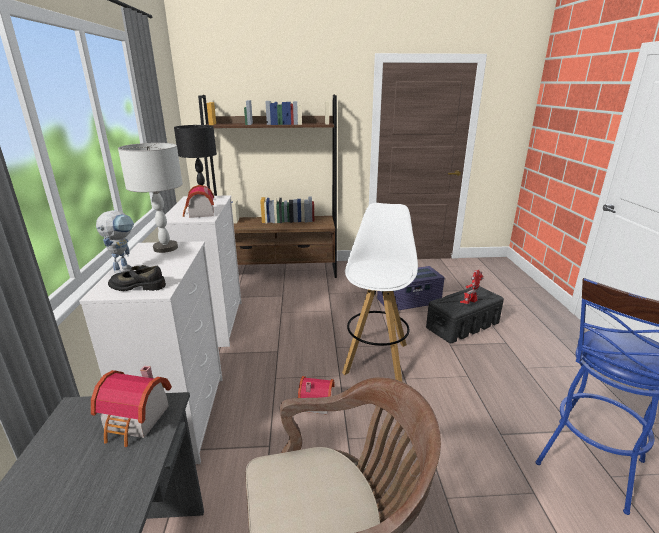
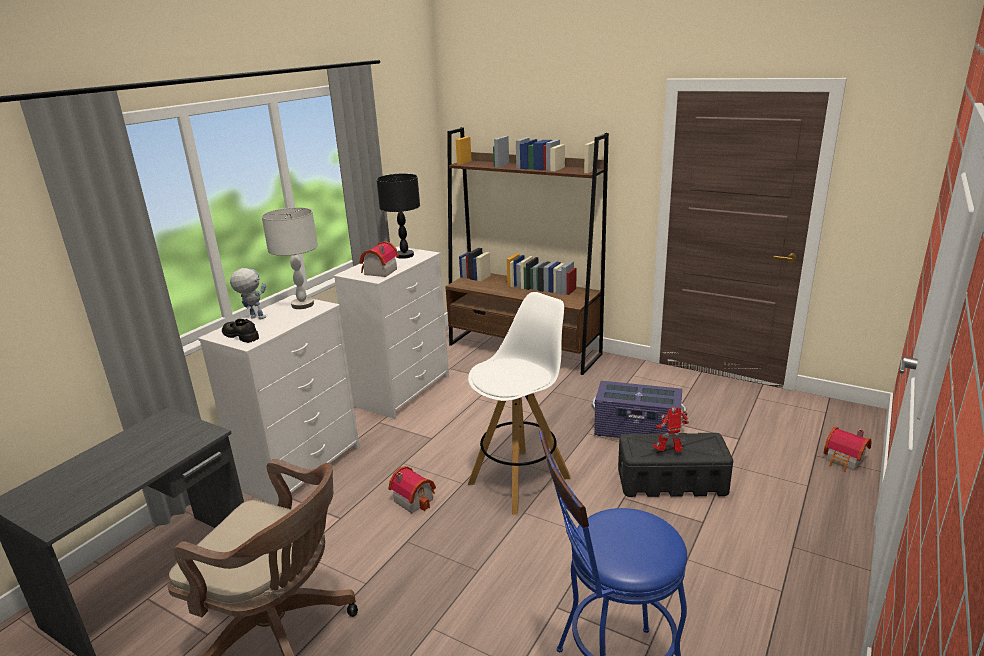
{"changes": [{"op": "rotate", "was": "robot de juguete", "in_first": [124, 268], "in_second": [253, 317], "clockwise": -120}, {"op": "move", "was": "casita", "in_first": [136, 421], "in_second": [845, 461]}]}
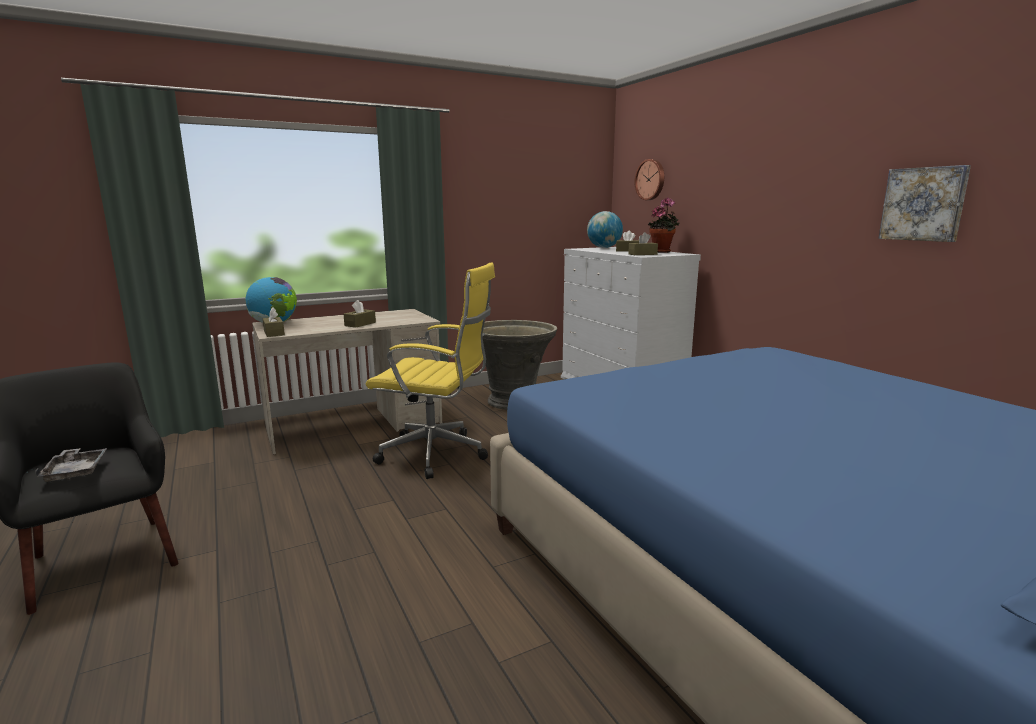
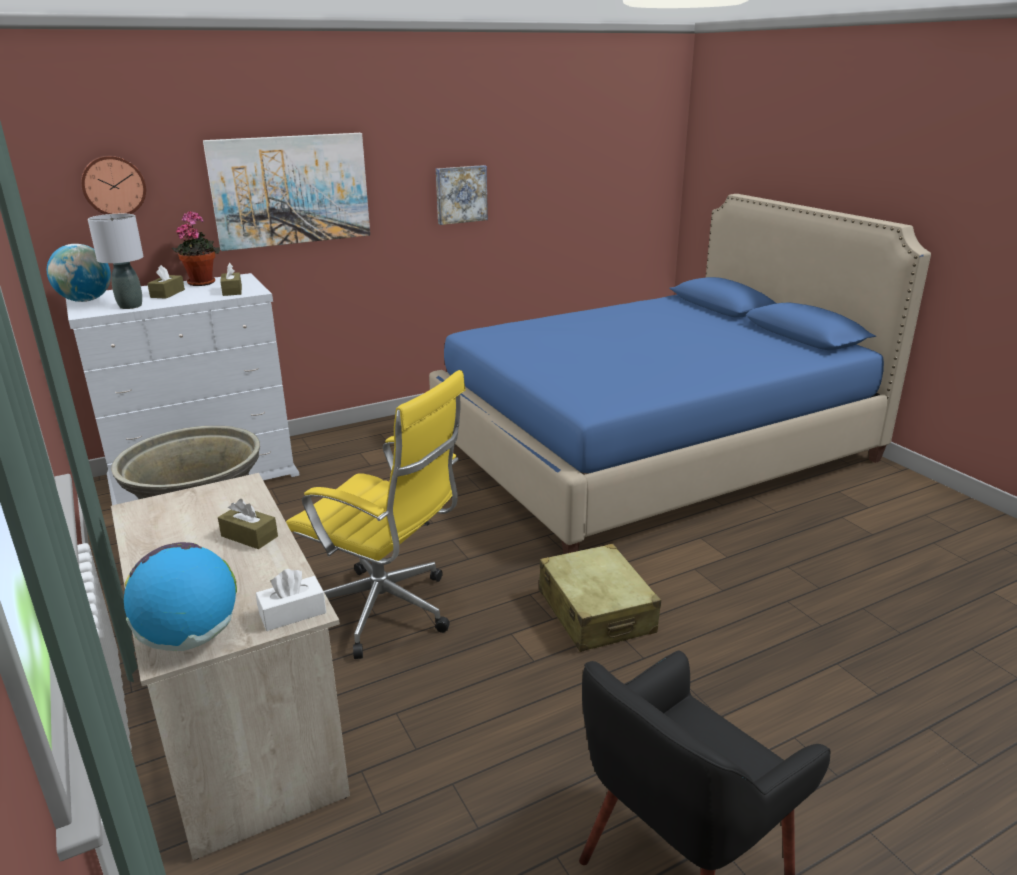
{"changes": [{"op": "rotate", "was": "silla de oficina/amarillo", "in_first": [438, 454], "in_second": [389, 612], "clockwise": 105}, {"op": "recolor", "was": "caja de pañuelos/marrón", "now": "caja de pañuelos/blanco", "in_first": [274, 333], "in_second": [292, 613]}, {"op": "delete", "was": "bandeja/gris", "in_first": [76, 471]}, {"op": "insert", "now": "cuadro", "in_second": [291, 190]}, {"op": "insert", "now": "lámpara de mesa/gris", "in_second": [130, 306]}, {"op": "insert", "now": "maleta/beis", "in_second": [596, 612]}]}
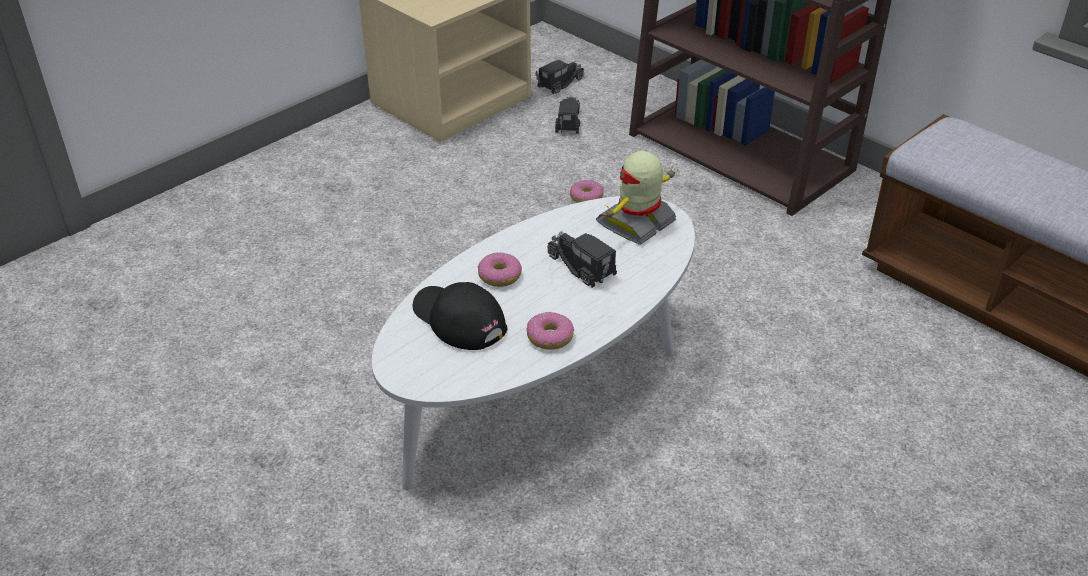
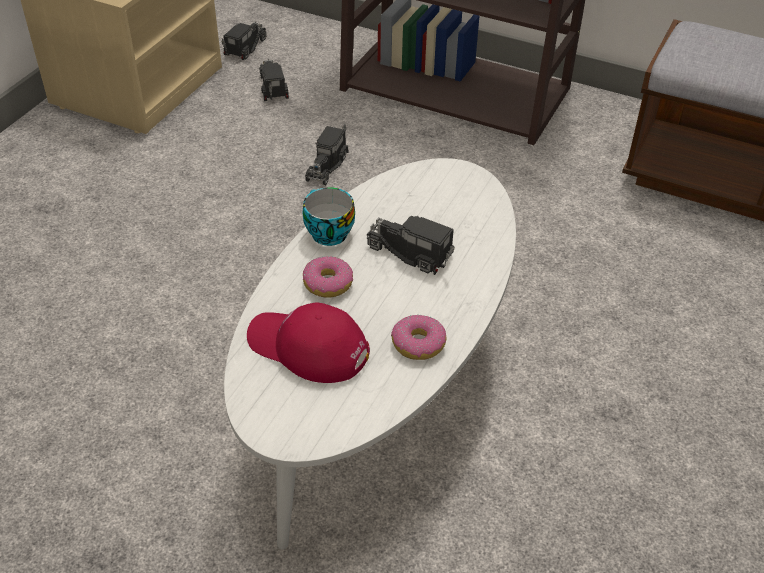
{"changes": [{"op": "delete", "was": "robot de juguete", "in_first": [637, 223]}, {"op": "replace", "was": "rosquilla", "now": "camión de juguete", "in_first": [586, 197], "in_second": [327, 165]}, {"op": "recolor", "was": "gorra/negro", "now": "gorra/rojo", "in_first": [458, 320], "in_second": [307, 347]}, {"op": "insert", "now": "taza", "in_second": [326, 233]}]}
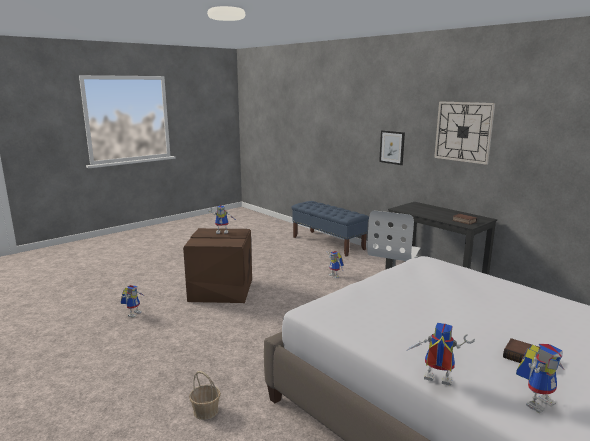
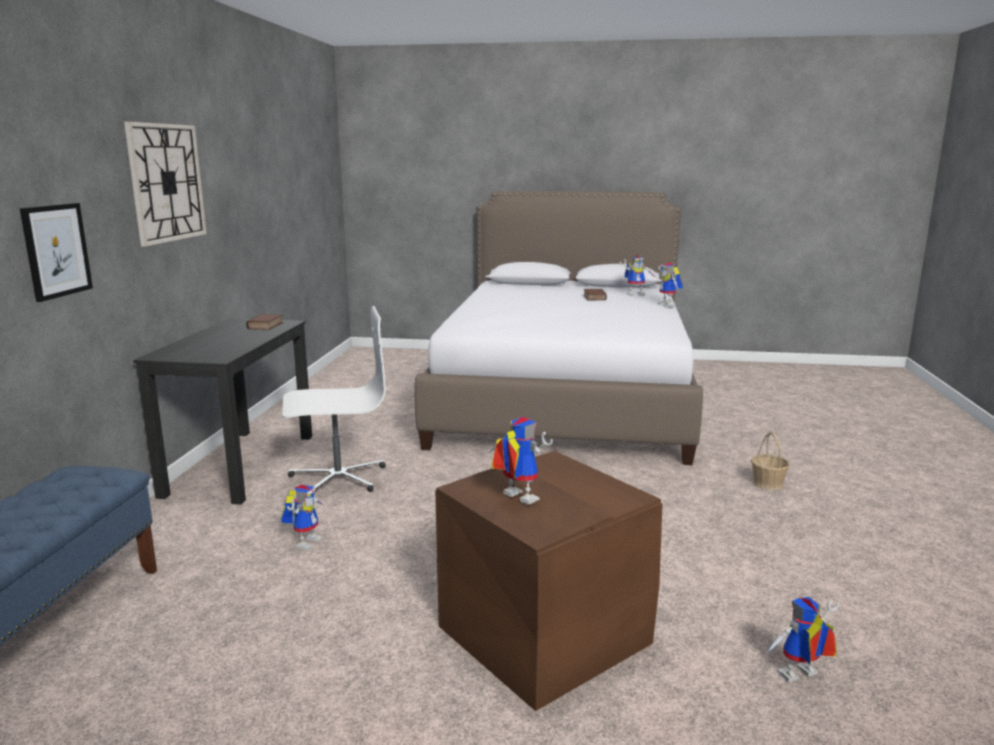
{"changes": [{"op": "rotate", "was": "robot de juguete", "in_first": [537, 401], "in_second": [636, 294], "clockwise": 150}]}
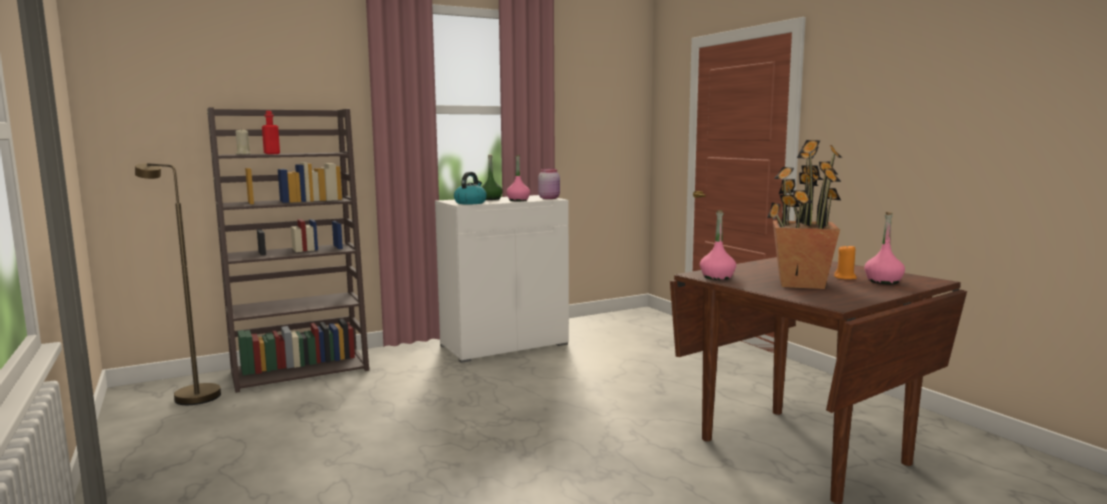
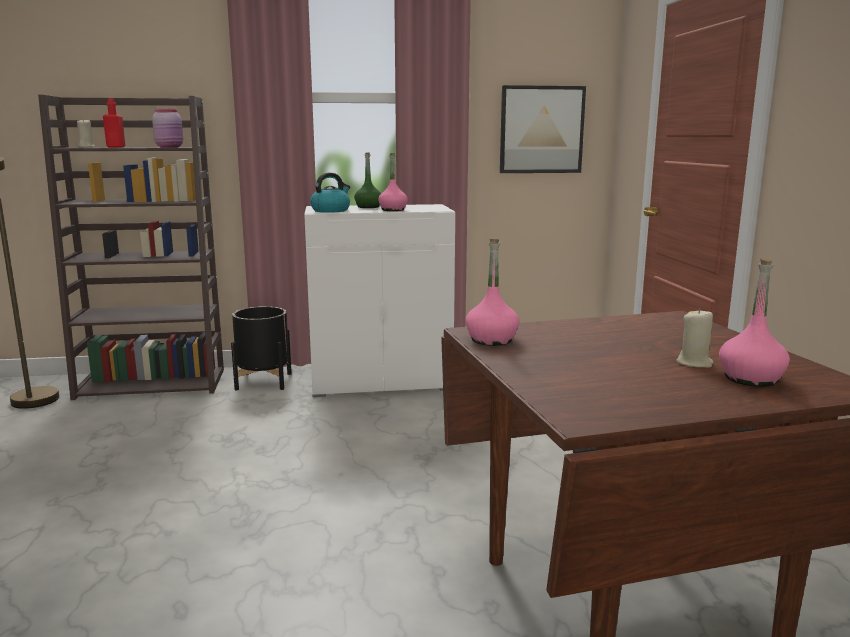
{"changes": [{"op": "delete", "was": "planta en maceta", "in_first": [800, 283]}, {"op": "move", "was": "tarro/rosa", "in_first": [549, 198], "in_second": [170, 147]}, {"op": "recolor", "was": "vela/naranja", "now": "vela/beis", "in_first": [845, 277], "in_second": [694, 363]}, {"op": "insert", "now": "cuadro", "in_second": [541, 130]}, {"op": "insert", "now": "maceta/negro", "in_second": [263, 381]}]}
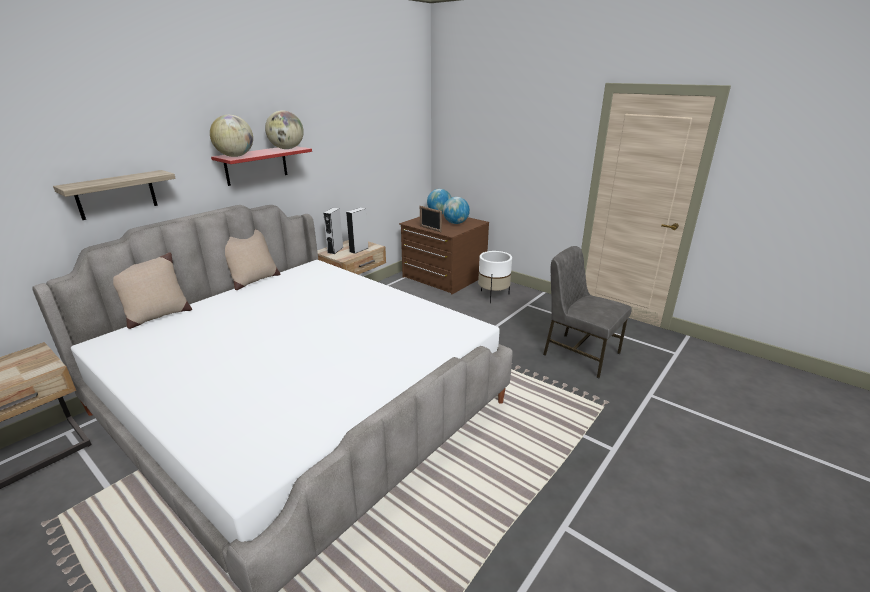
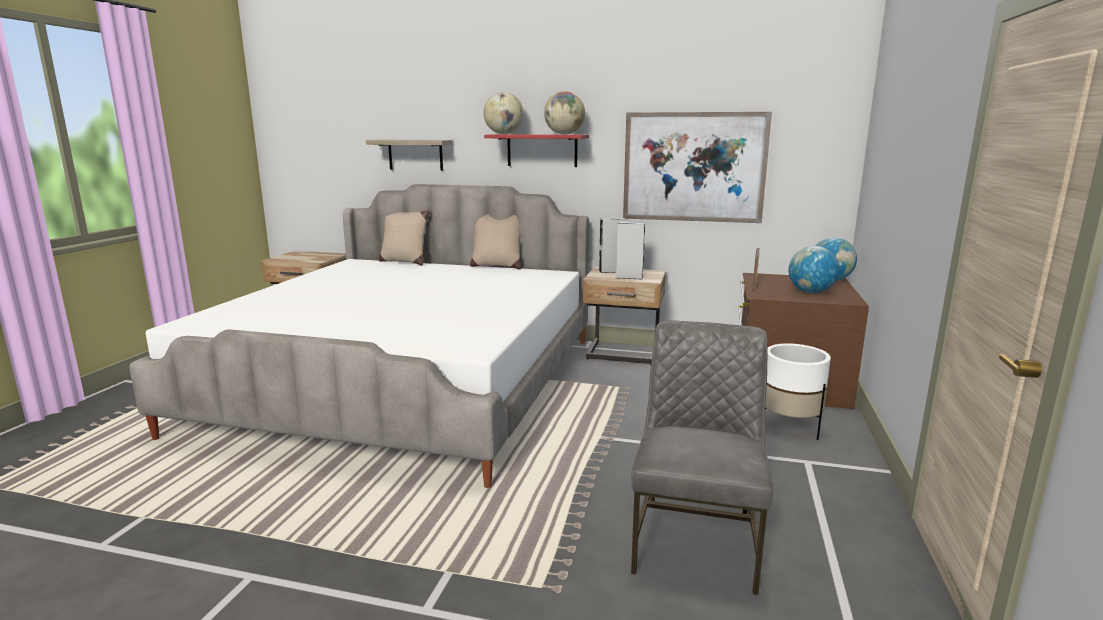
{"changes": [{"op": "insert", "now": "cuadro", "in_second": [693, 167]}]}
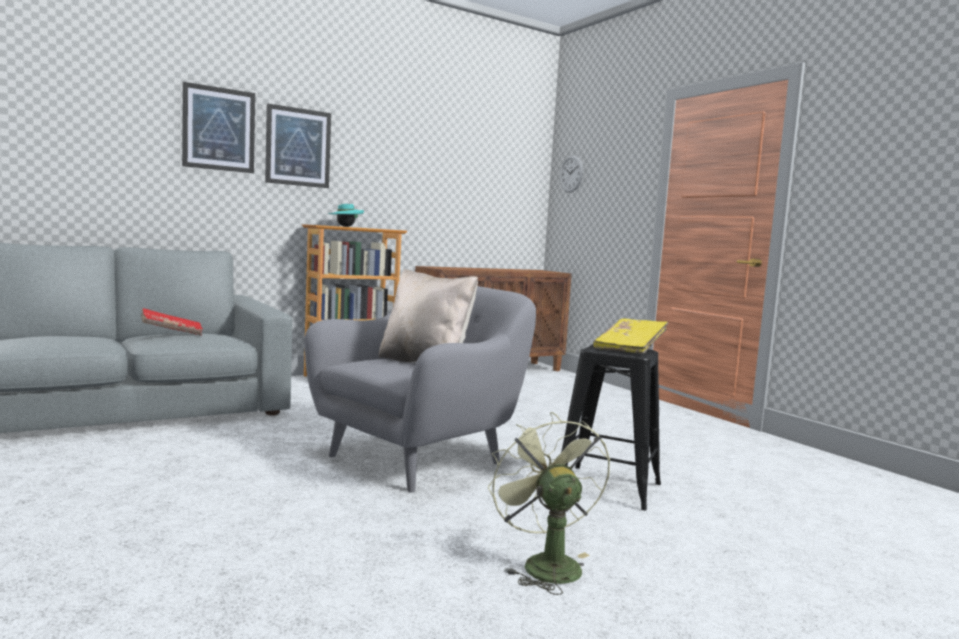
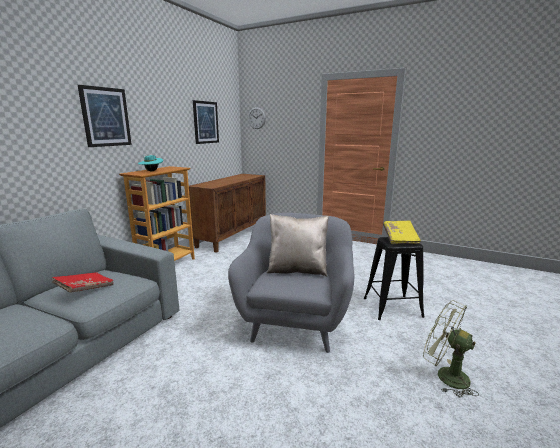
{"changes": [{"op": "move", "was": "cuadro", "in_first": [218, 129], "in_second": [205, 122]}]}
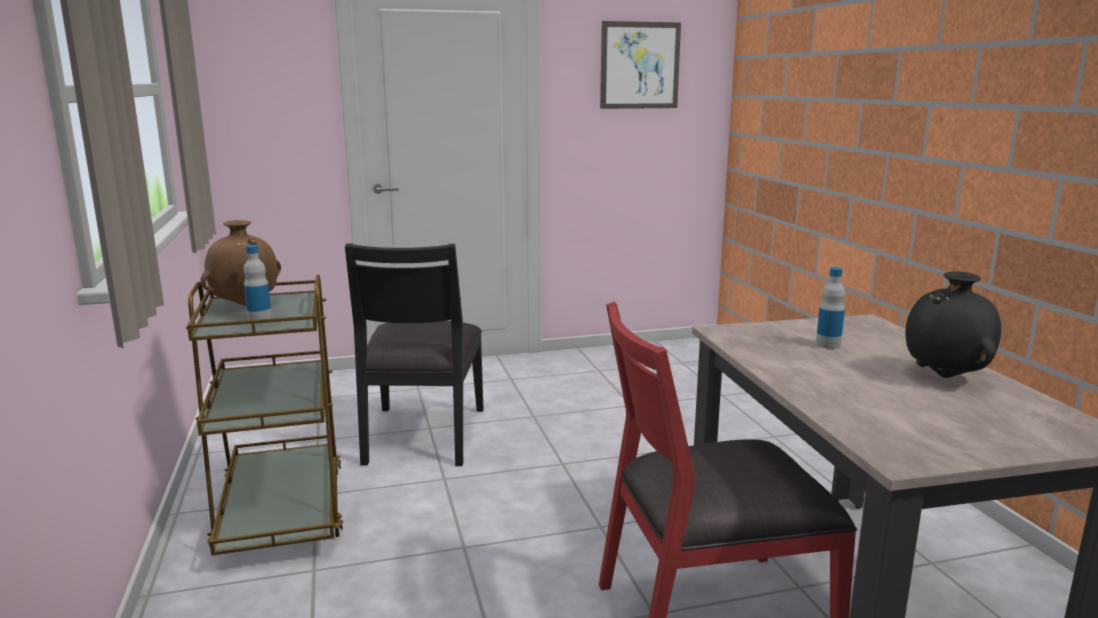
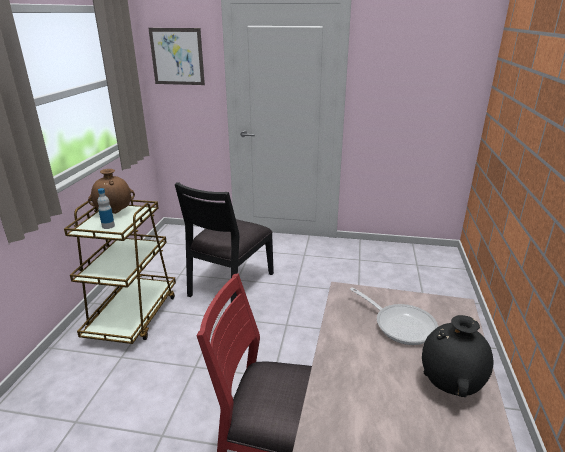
{"changes": [{"op": "move", "was": "cuadro", "in_first": [640, 65], "in_second": [177, 56]}, {"op": "replace", "was": "botella", "now": "sartén", "in_first": [828, 344], "in_second": [400, 324]}]}
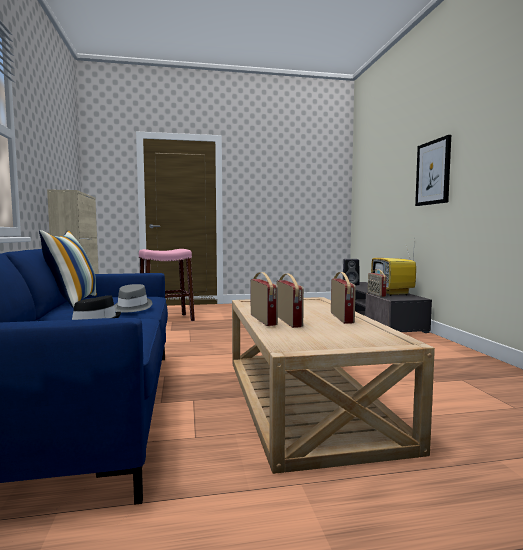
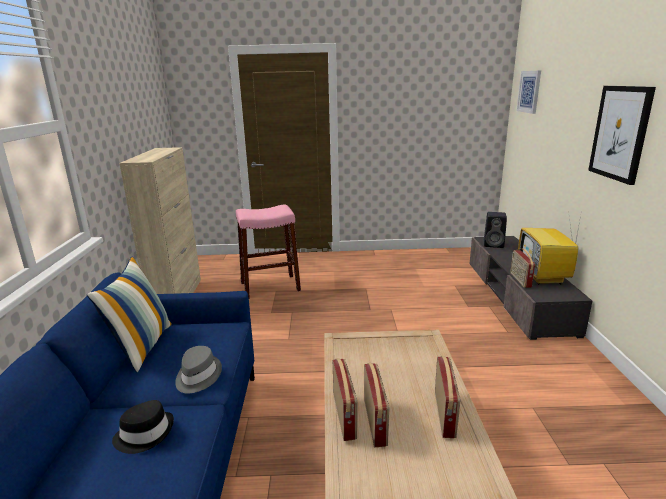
{"changes": [{"op": "insert", "now": "cuadro", "in_second": [529, 91]}]}
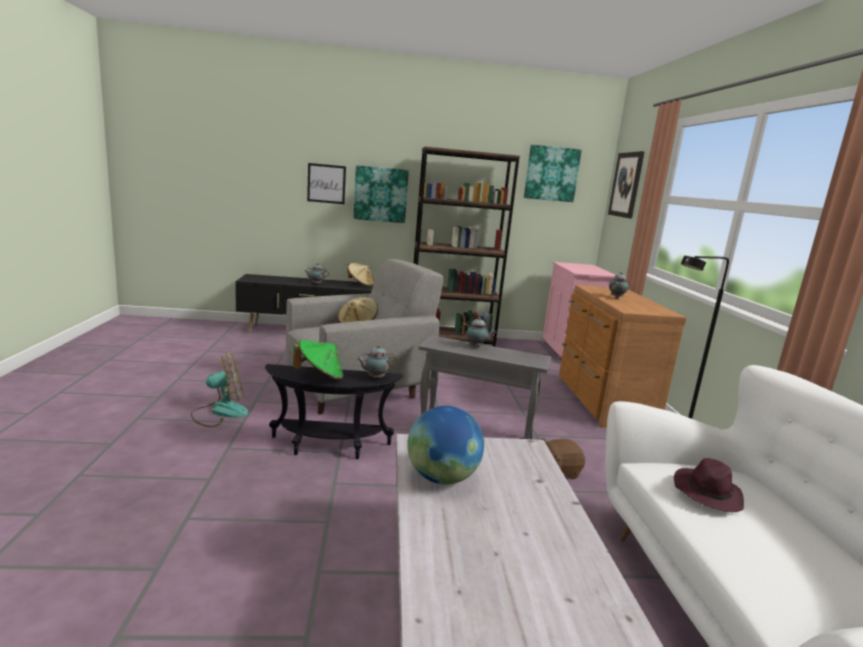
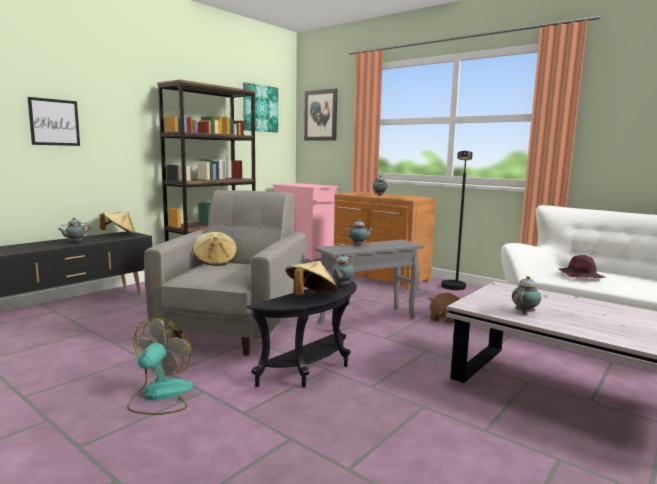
{"changes": [{"op": "delete", "was": "cuadro", "in_first": [380, 194]}, {"op": "recolor", "was": "sombrero/verde", "now": "sombrero/beis", "in_first": [320, 376], "in_second": [311, 297]}, {"op": "replace", "was": "globo terráqueo", "now": "tetera", "in_first": [441, 478], "in_second": [525, 312]}]}
